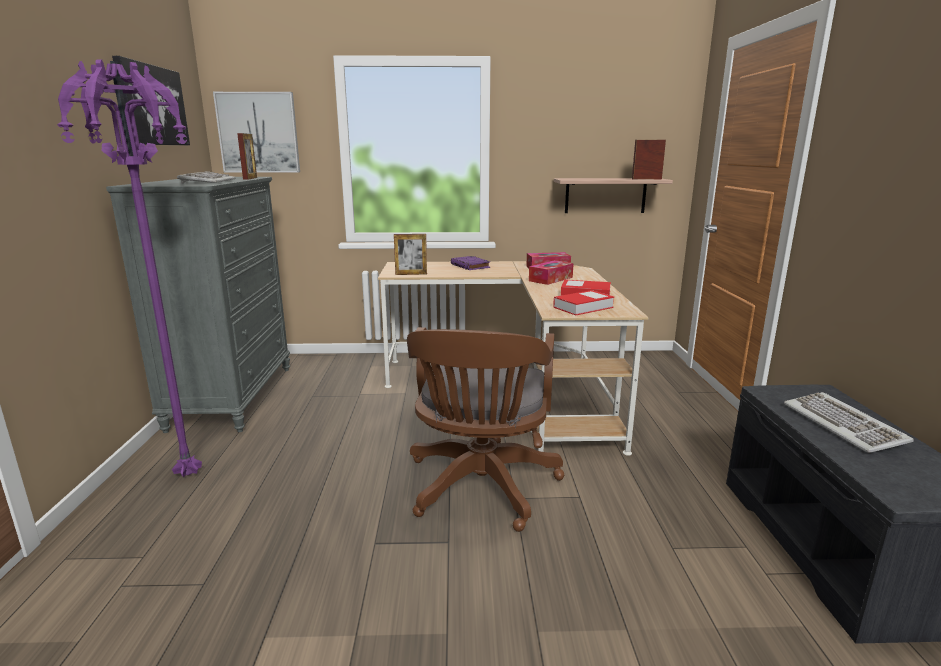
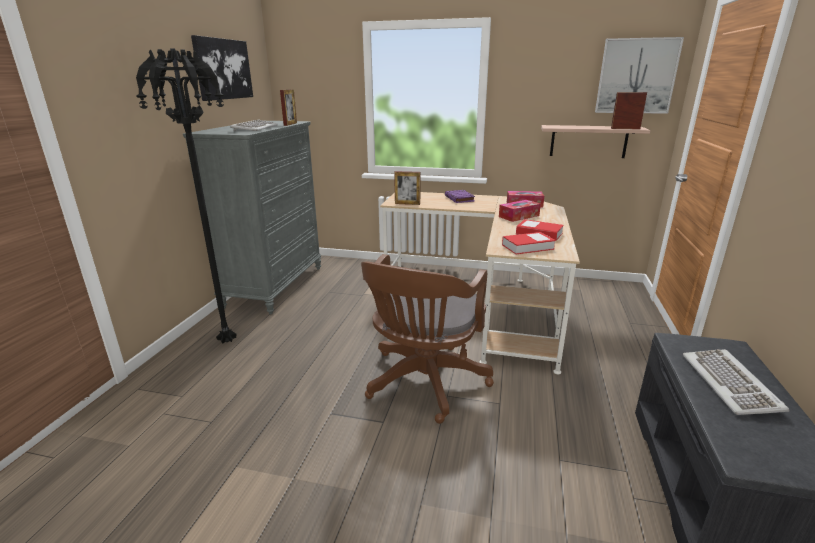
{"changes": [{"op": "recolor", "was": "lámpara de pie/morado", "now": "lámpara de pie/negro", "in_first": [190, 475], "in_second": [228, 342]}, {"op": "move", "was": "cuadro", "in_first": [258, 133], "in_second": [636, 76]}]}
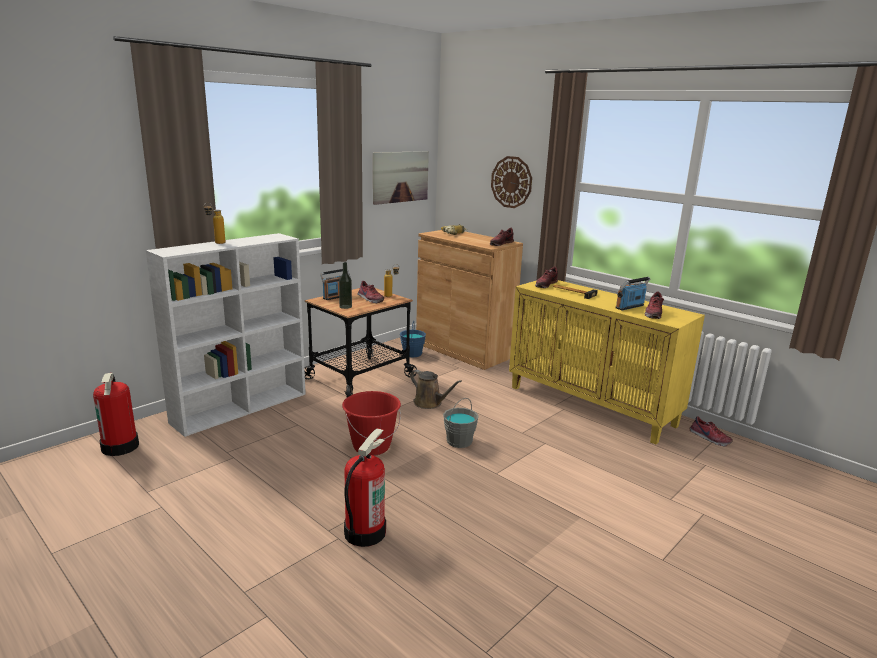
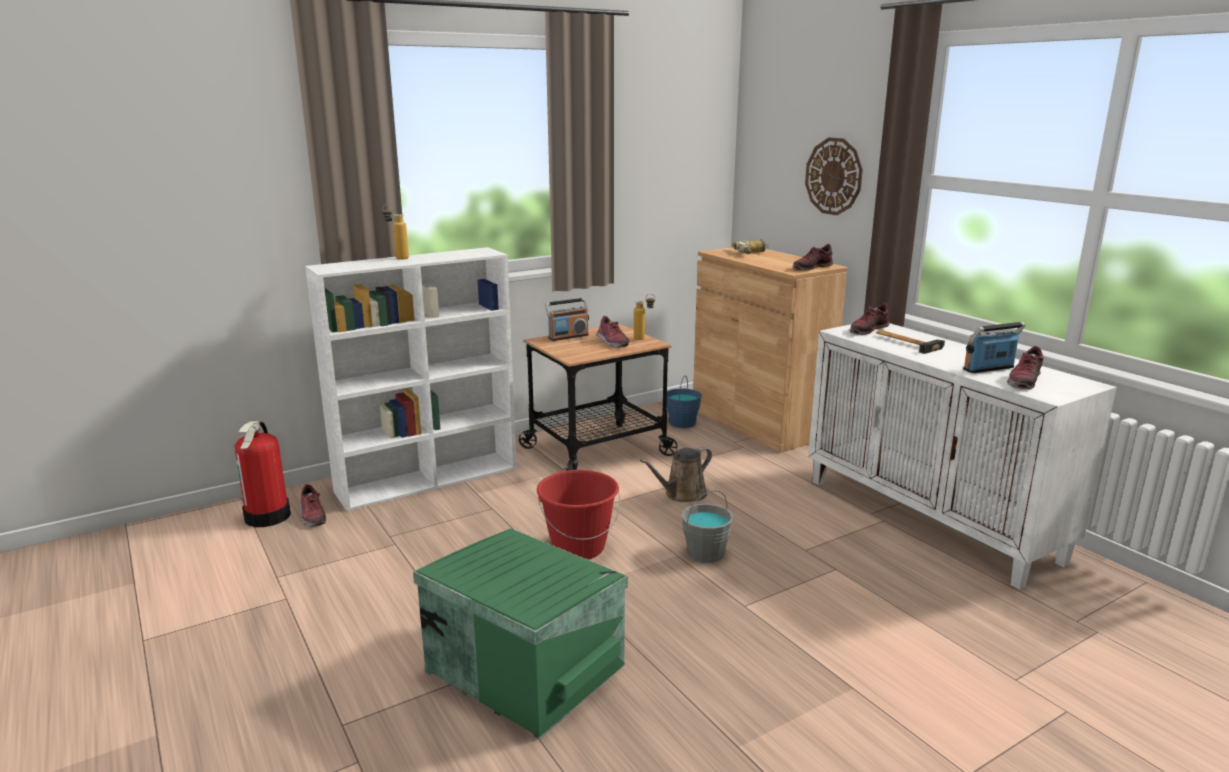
{"changes": [{"op": "delete", "was": "cuadro", "in_first": [400, 177]}, {"op": "delete", "was": "botella", "in_first": [345, 306]}, {"op": "recolor", "was": "armario/amarillo", "now": "armario/blanco", "in_first": [592, 406], "in_second": [931, 519]}, {"op": "rotate", "was": "regadera/marrón", "in_first": [430, 403], "in_second": [682, 495], "clockwise": 90}, {"op": "move", "was": "zapato", "in_first": [709, 438], "in_second": [311, 516]}, {"op": "replace", "was": "extintor", "now": "caja de almacenaje/verde", "in_first": [364, 532], "in_second": [526, 666]}]}
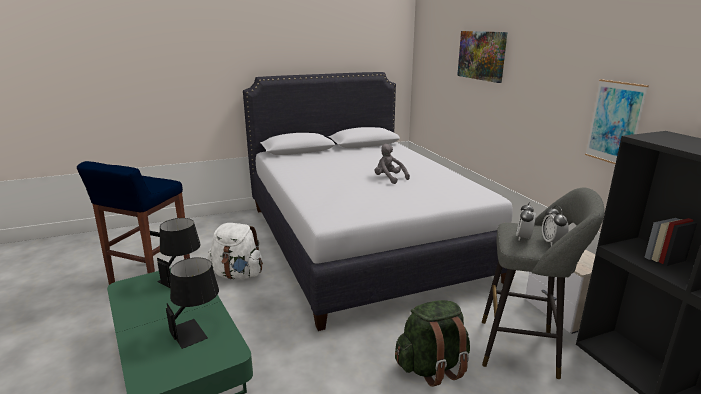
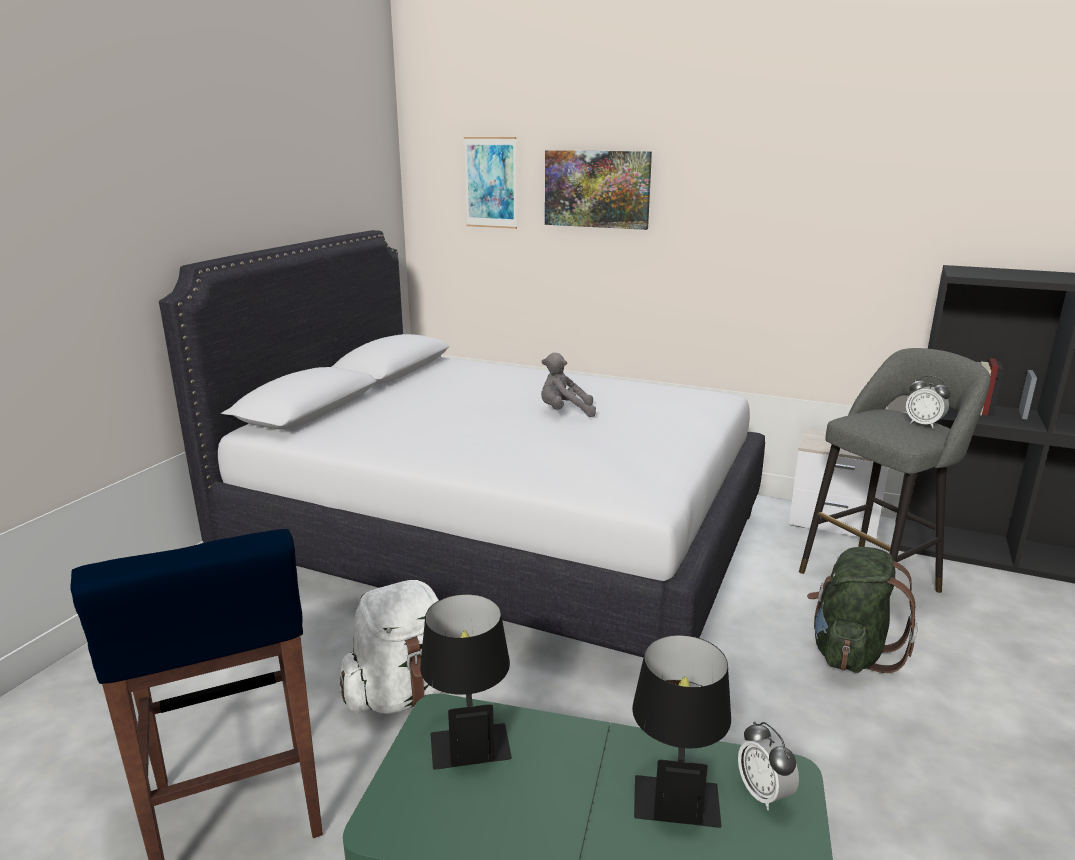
{"changes": [{"op": "move", "was": "cuadro", "in_first": [615, 122], "in_second": [491, 182]}, {"op": "move", "was": "despertador", "in_first": [523, 238], "in_second": [764, 794]}]}
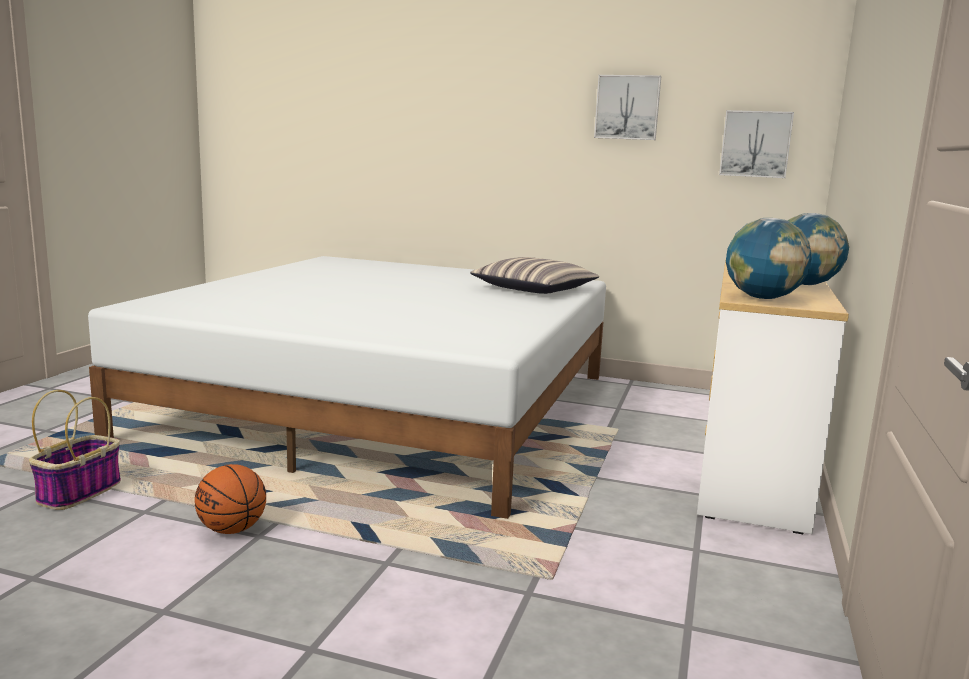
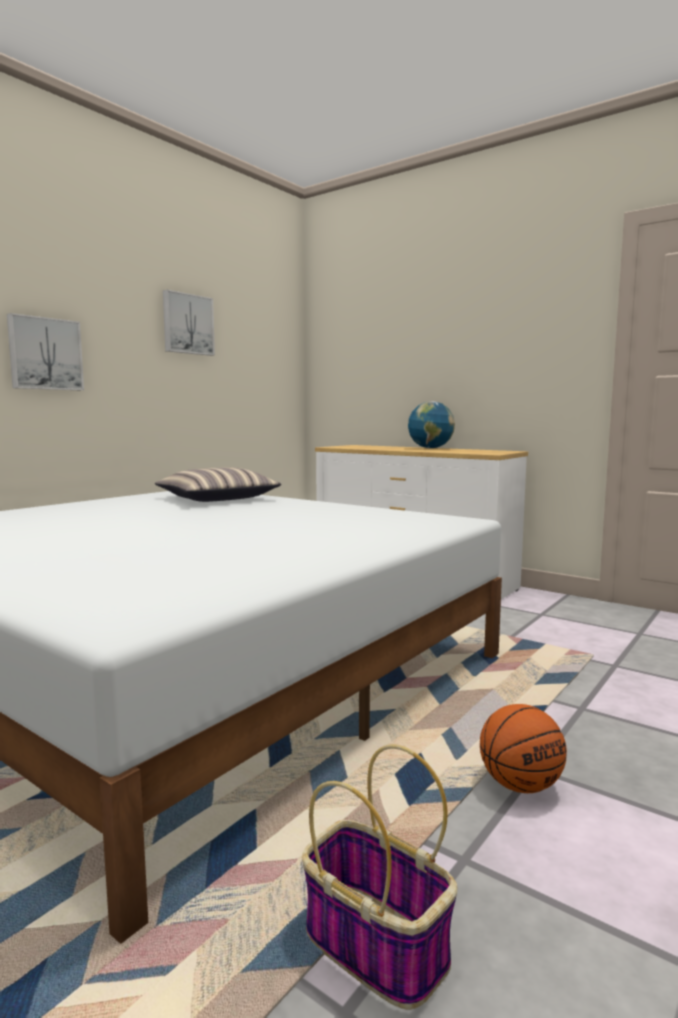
{"changes": [{"op": "move", "was": "cuadro", "in_first": [755, 144], "in_second": [45, 354]}, {"op": "delete", "was": "globo terráqueo", "in_first": [763, 298]}]}
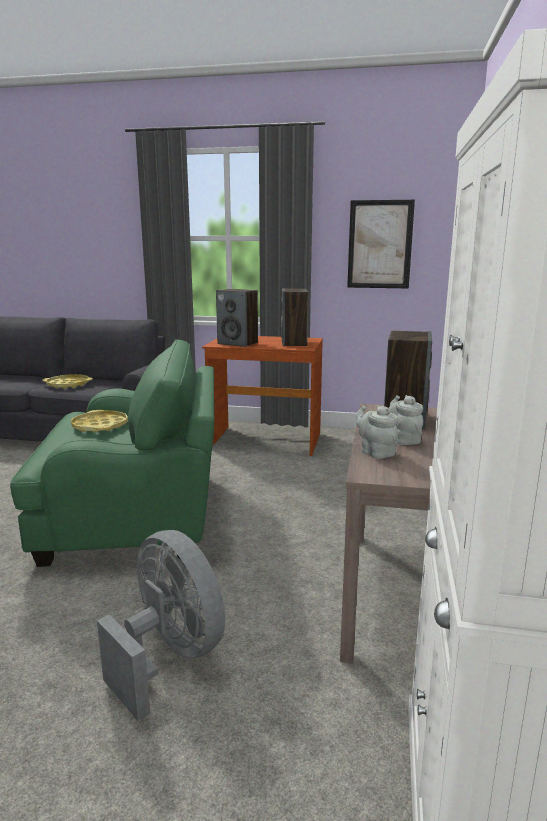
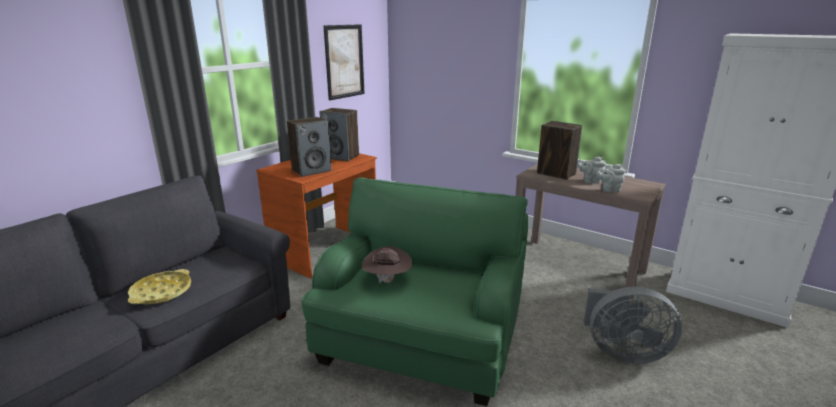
{"changes": [{"op": "replace", "was": "bandeja/amarillo", "now": "sombrero/marrón", "in_first": [100, 426], "in_second": [387, 281]}, {"op": "rotate", "was": "ventilador/gris", "in_first": [169, 656], "in_second": [622, 352], "clockwise": -150}]}
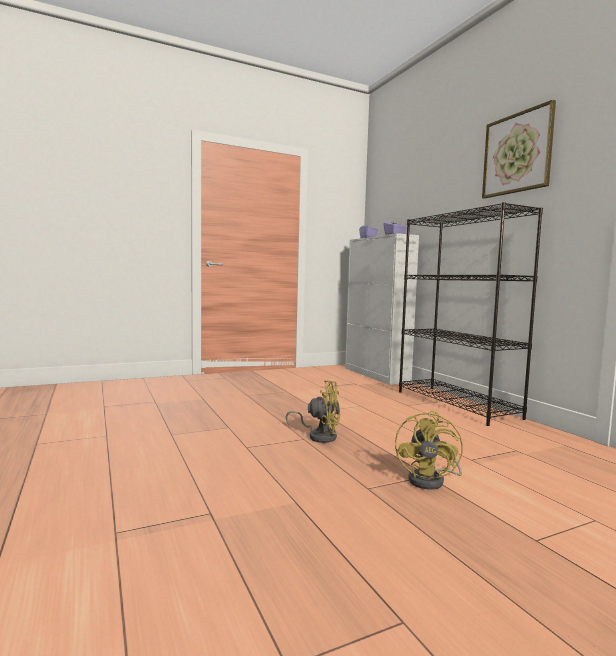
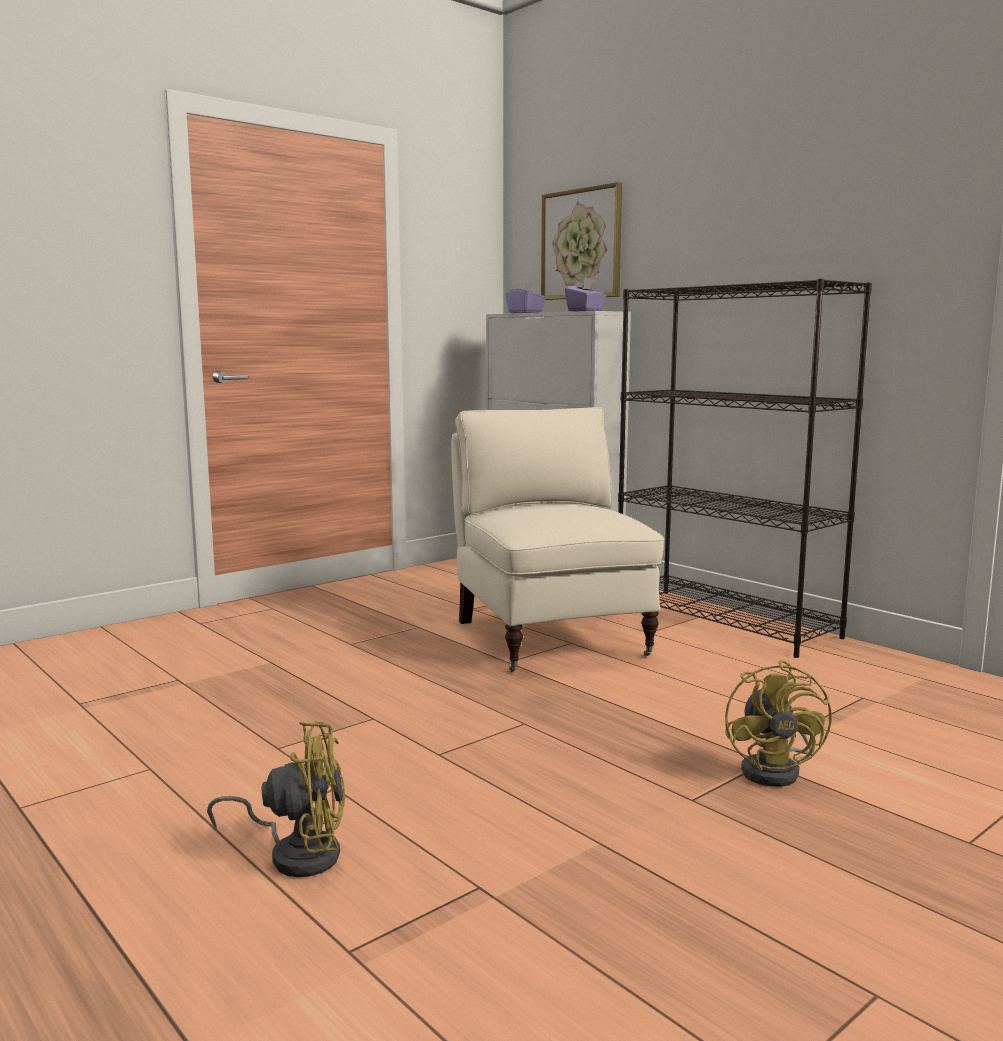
{"changes": [{"op": "move", "was": "cuadro", "in_first": [517, 153], "in_second": [581, 244]}, {"op": "move", "was": "ventilador/amarillo", "in_first": [319, 436], "in_second": [297, 853]}, {"op": "insert", "now": "sillón/beis", "in_second": [550, 637]}]}
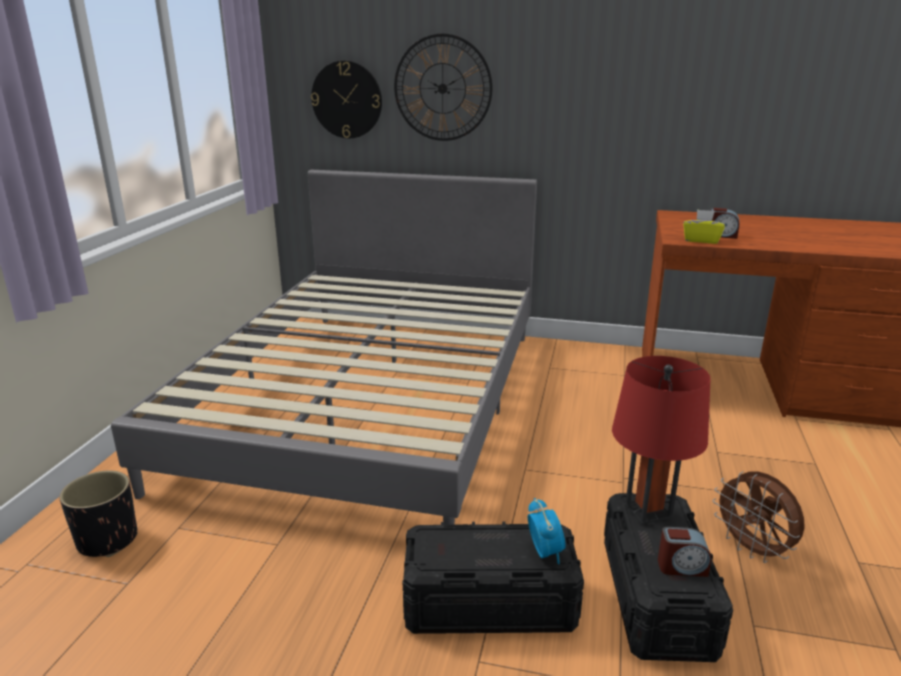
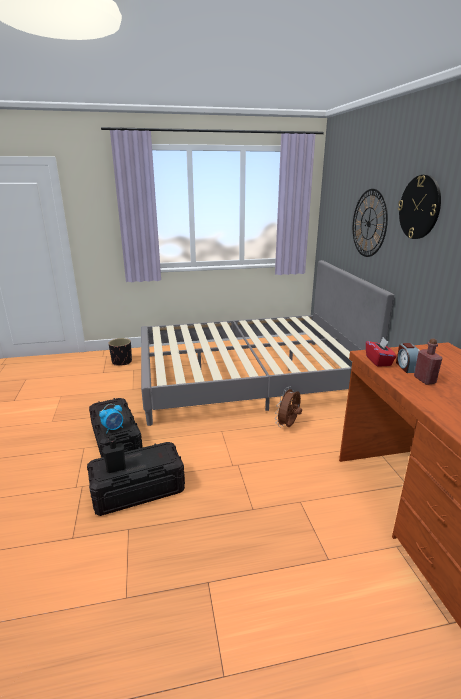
{"changes": [{"op": "move", "was": "reloj de pared", "in_first": [347, 100], "in_second": [419, 207]}, {"op": "recolor", "was": "caja de pañuelos/amarillo", "now": "caja de pañuelos/rojo", "in_first": [701, 240], "in_second": [379, 361]}, {"op": "delete", "was": "lámpara de mesa/rojo", "in_first": [648, 511]}, {"op": "move", "was": "ventilador/marrón", "in_first": [752, 550], "in_second": [288, 425]}, {"op": "replace", "was": "despertador", "now": "botella/negro", "in_first": [682, 567], "in_second": [116, 468]}, {"op": "insert", "now": "botella/rojo", "in_second": [424, 380]}]}
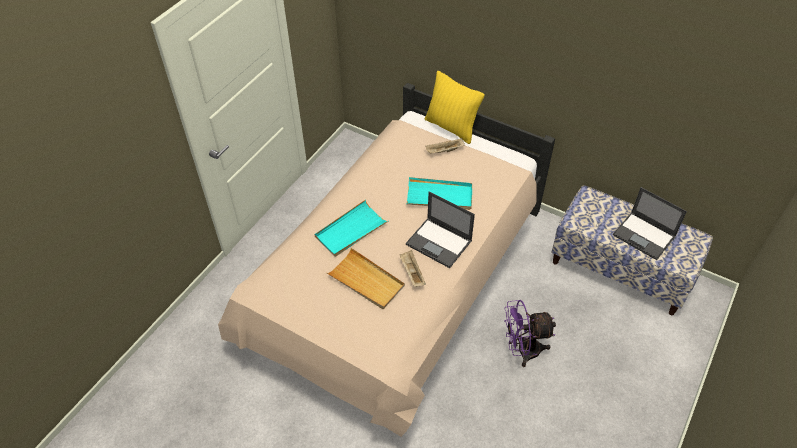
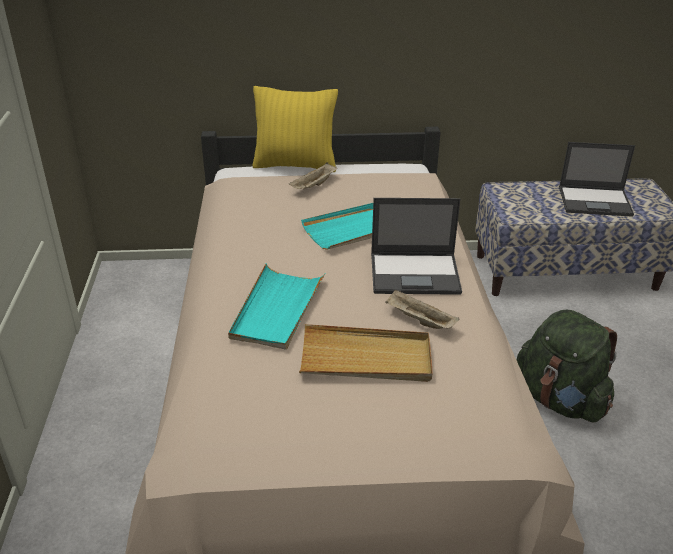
{"changes": [{"op": "replace", "was": "ventilador/morado", "now": "mochila/verde", "in_first": [522, 350], "in_second": [560, 399]}]}
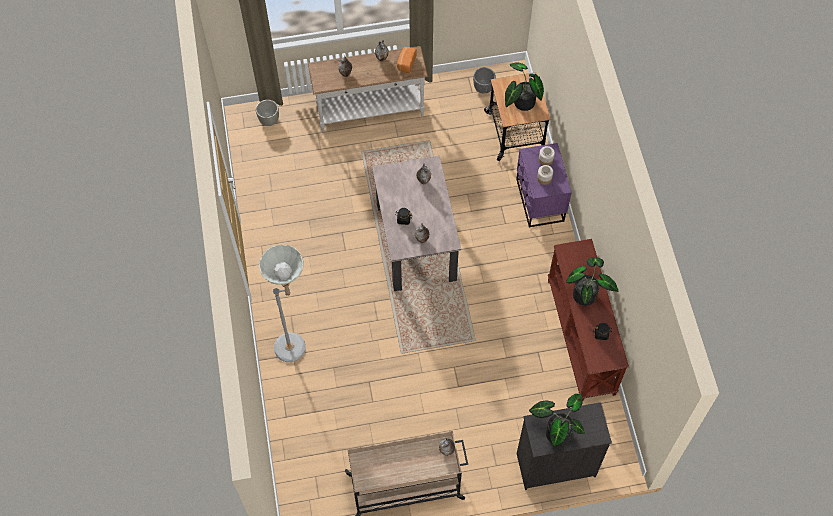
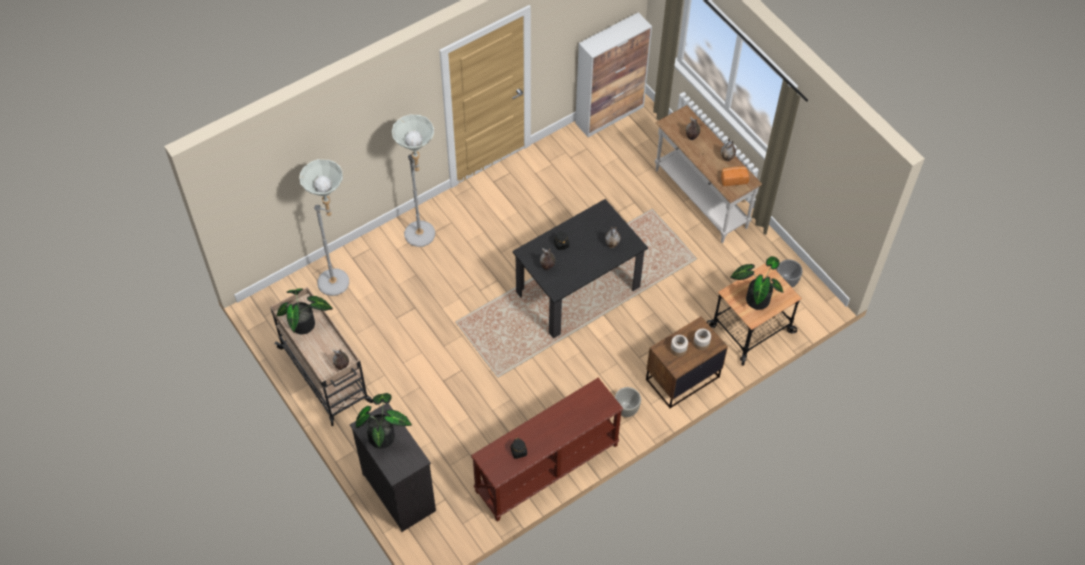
{"changes": [{"op": "move", "was": "maceta/gris", "in_first": [269, 120], "in_second": [626, 409]}, {"op": "recolor", "was": "mesita de noche/morado", "now": "mesita de noche/marrón", "in_first": [539, 201], "in_second": [681, 378]}, {"op": "recolor", "was": "mesa de comedor/beis", "now": "mesa de comedor/negro", "in_first": [416, 242], "in_second": [578, 290]}, {"op": "move", "was": "planta en maceta", "in_first": [586, 293], "in_second": [305, 325]}, {"op": "insert", "now": "armario", "in_second": [610, 115]}, {"op": "insert", "now": "lámpara de pie/gris", "in_second": [340, 283]}]}
